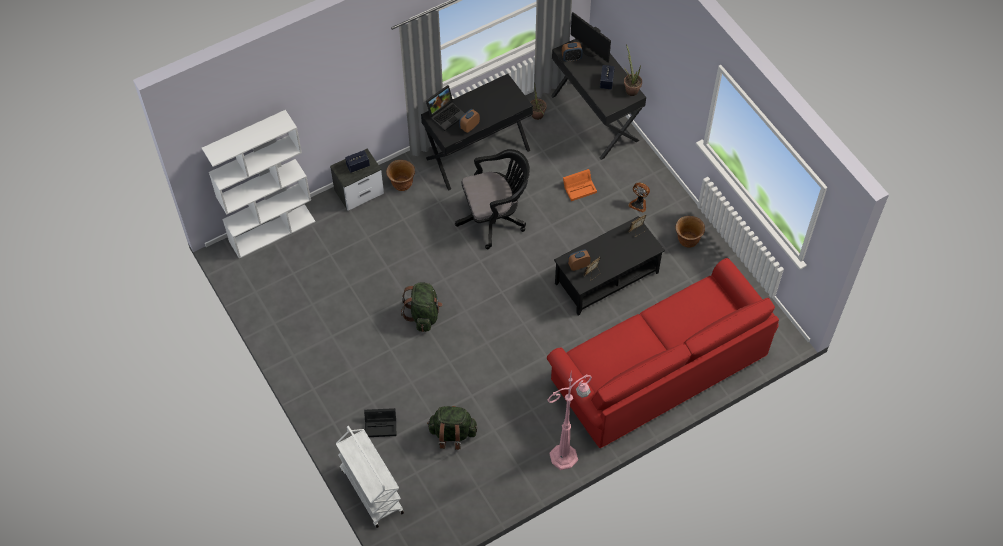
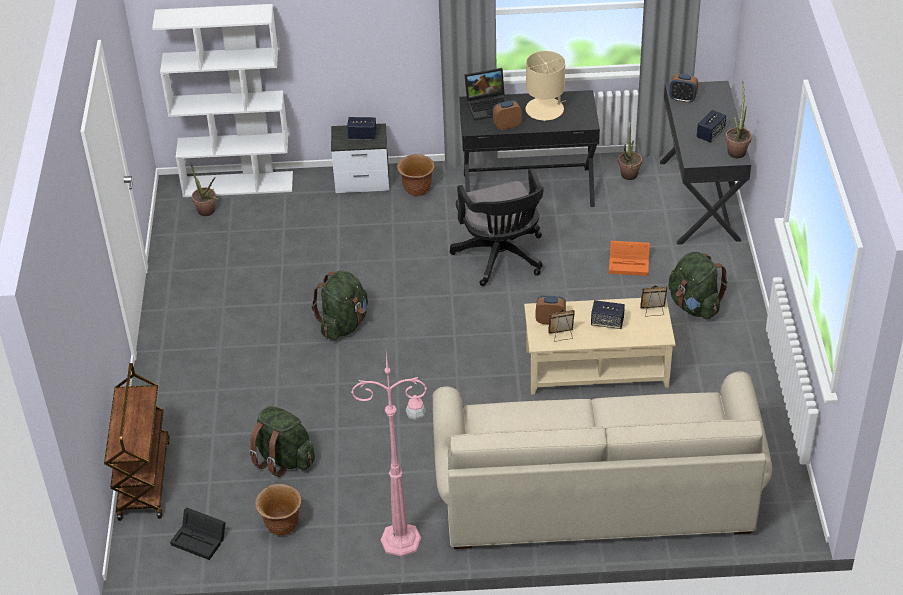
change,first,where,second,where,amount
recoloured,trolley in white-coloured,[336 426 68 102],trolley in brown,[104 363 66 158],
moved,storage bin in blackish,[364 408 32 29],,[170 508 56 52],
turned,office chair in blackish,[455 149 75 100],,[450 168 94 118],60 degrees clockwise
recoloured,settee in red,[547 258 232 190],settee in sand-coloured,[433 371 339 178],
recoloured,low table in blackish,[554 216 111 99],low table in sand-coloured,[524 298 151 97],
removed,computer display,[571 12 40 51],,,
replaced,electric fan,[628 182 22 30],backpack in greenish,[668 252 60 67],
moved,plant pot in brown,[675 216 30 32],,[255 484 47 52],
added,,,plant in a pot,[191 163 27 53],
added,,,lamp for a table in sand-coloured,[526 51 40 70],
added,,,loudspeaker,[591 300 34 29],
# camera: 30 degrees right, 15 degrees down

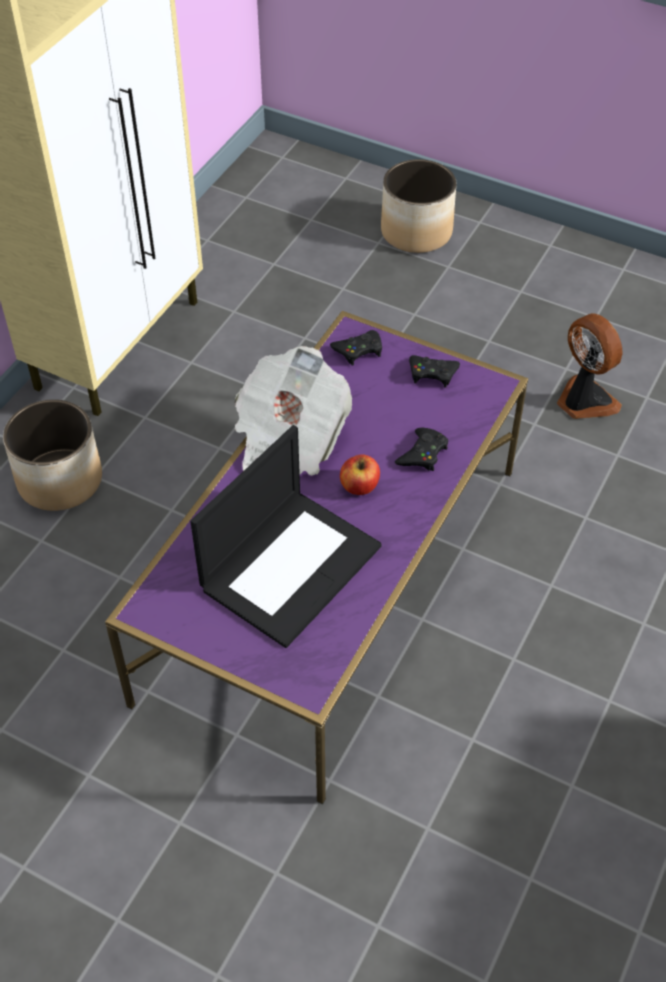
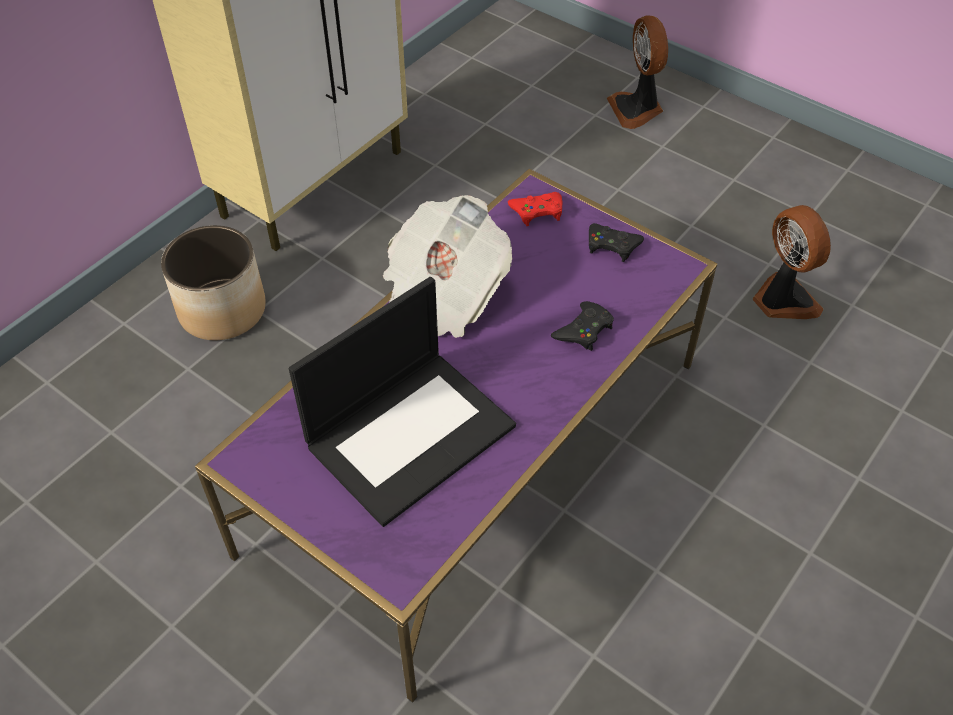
change,first,where,second,where,amount
recoloured,gamepad in blackish,[330 330 52 36],gamepad in red,[508 192 54 34],
removed,apple,[340 454 40 41],,,
replaced,plant pot,[381 159 76 94],electric fan,[607 16 61 113],
# camera: 10 degrees right, 0 degrees up

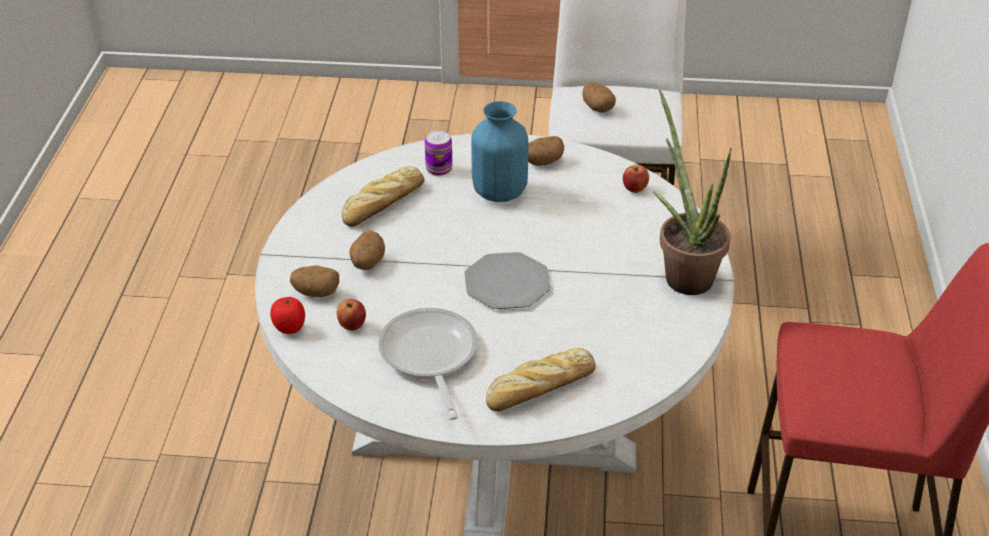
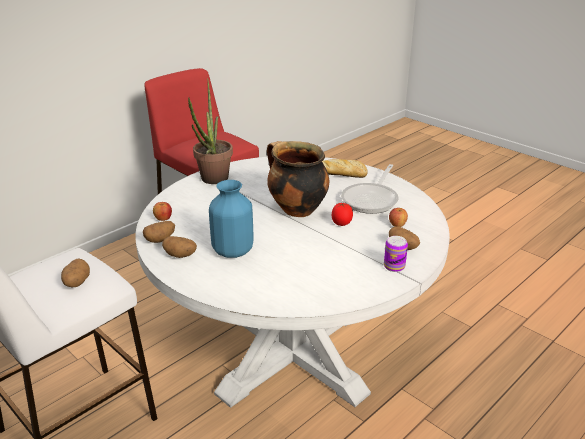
change,first,where,second,where,amount
moved,whole tomato,[270 297 35 37],,[332 203 21 23],
removed,bread,[342 166 83 61],,,
moved,potato,[349 231 36 39],,[143 221 32 22],
moved,can,[425 131 28 45],,[384 236 24 36],
replaced,plate,[464 252 87 57],cooking pot,[267 141 62 76],
# camera: 140 degrees left, 10 degrees down

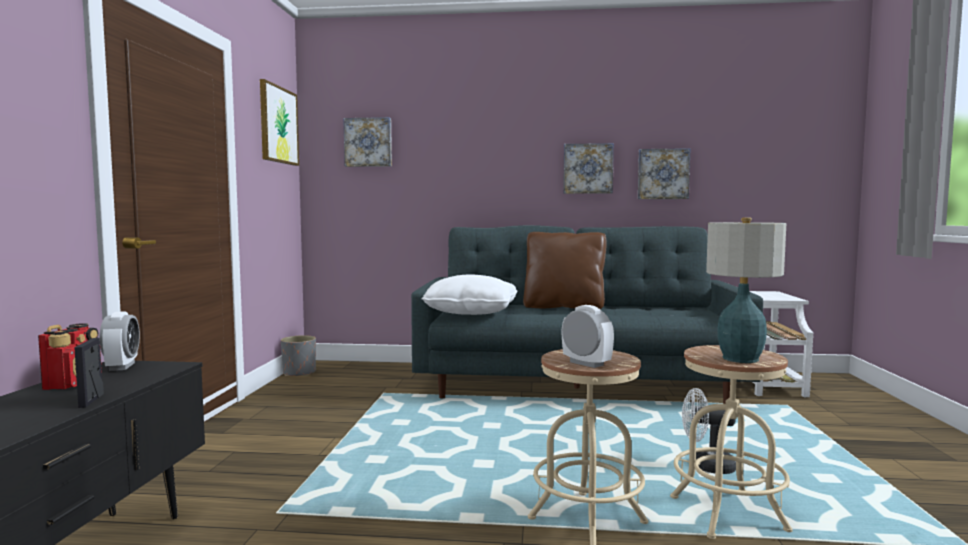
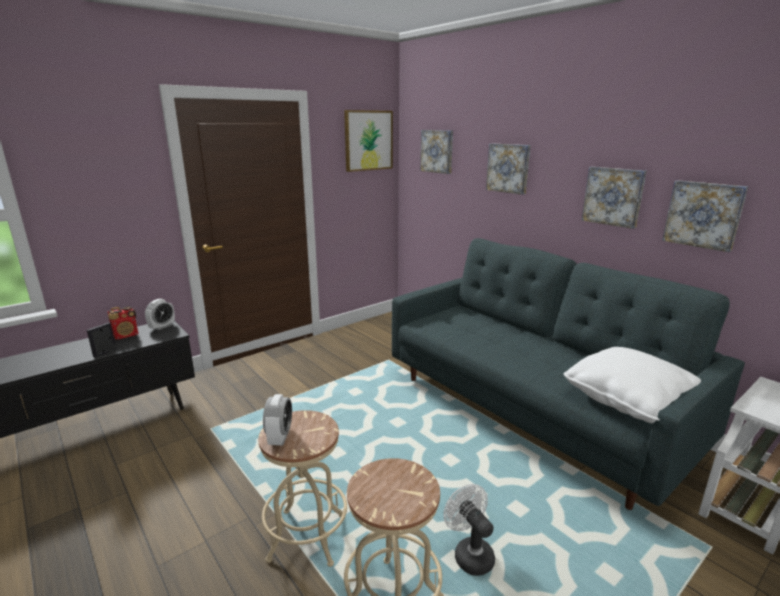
change,first,where,second,where,amount
removed,plant pot in grey,[281 335 35 41],,,
moved,cushion in white-coloured,[421 274 97 41],,[564 347 137 77],
removed,cushion in brown,[523 232 83 77],,,
removed,lamp for a table,[706 218 80 145],,,
added,,,picture,[486 143 45 52],
# camera: 45 degrees right, 15 degrees up

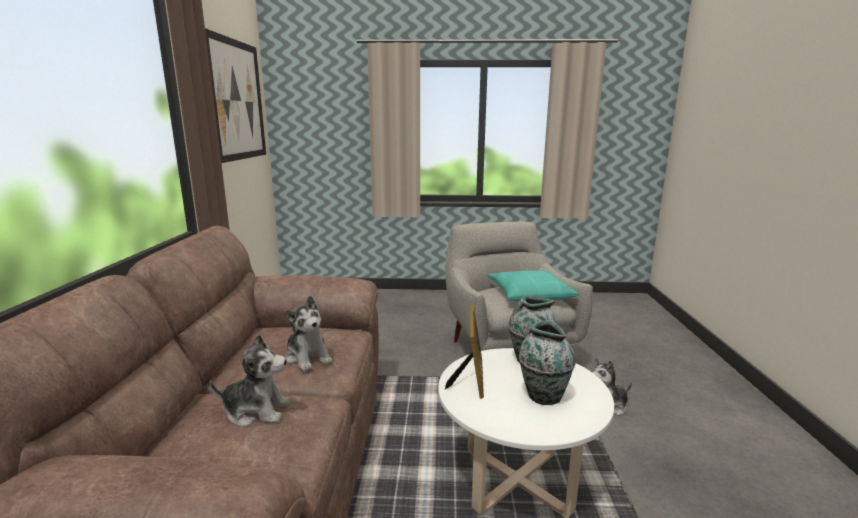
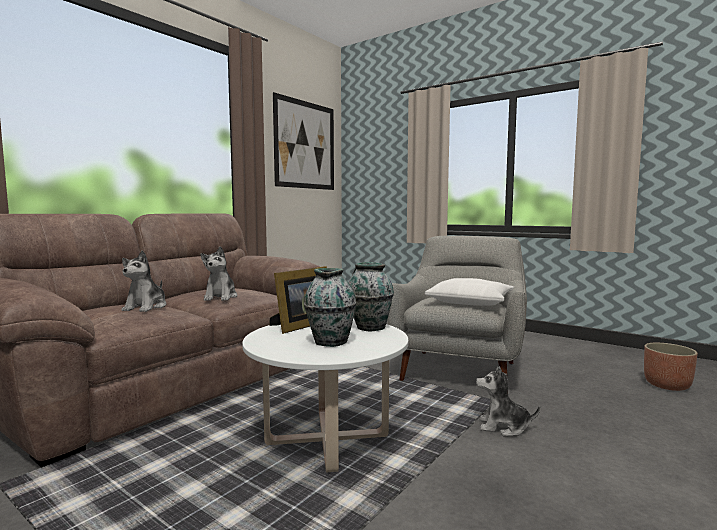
change,first,where,second,where,amount
turned,soft toy,[210 334 81 93],,[121 250 45 62],60 degrees clockwise
recoloured,cushion in blue-green,[488 270 91 32],cushion in white-coloured,[425 278 89 28],
added,,,plant pot,[644 343 54 48],
# camera: 35 degrees right, 10 degrees down

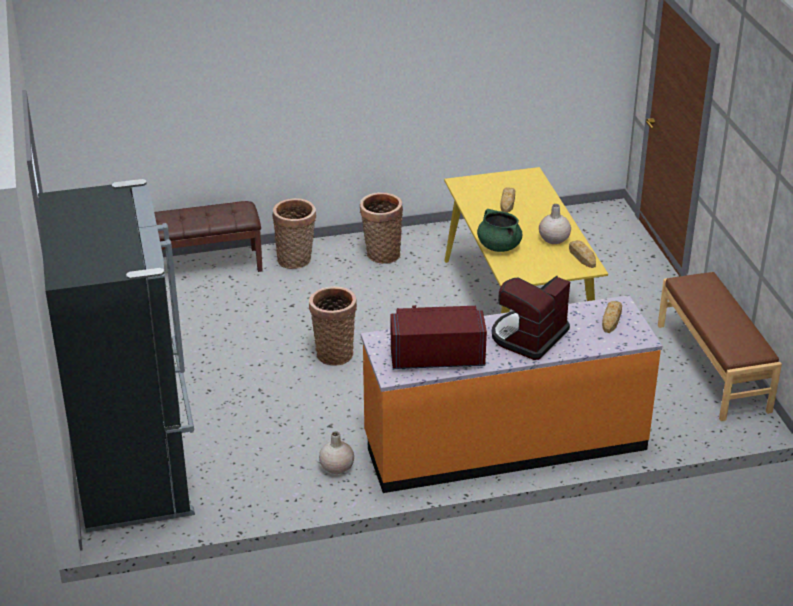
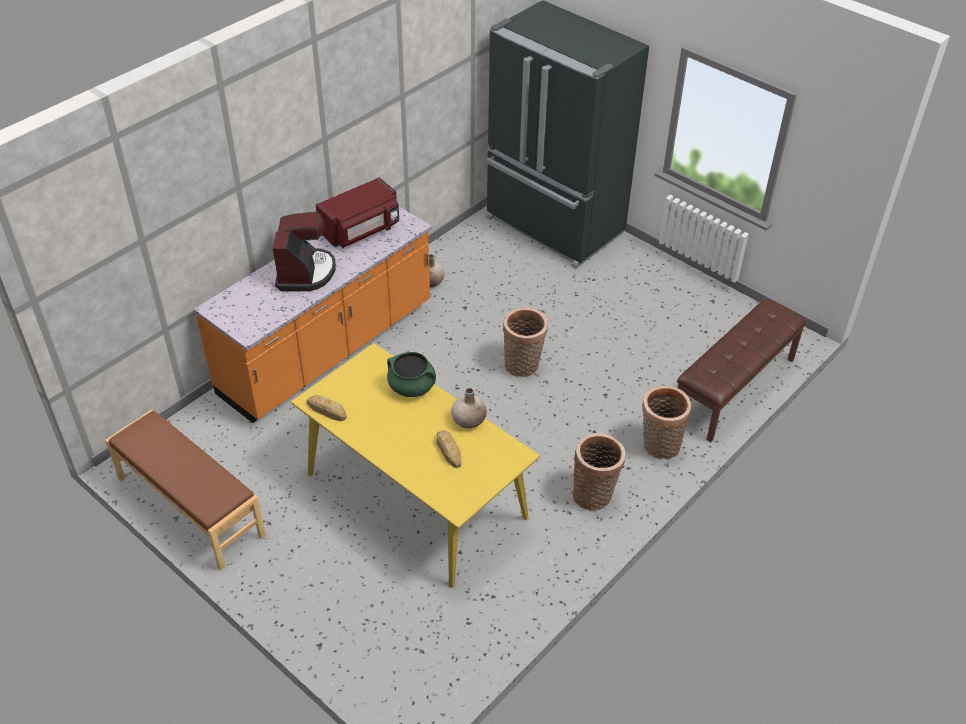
change,first,where,second,where,amount
moved,decorative vase in sand-coloured,[539 204 32 40],,[451 388 36 40],
removed,bread,[602 301 20 32],,,
# camera: 145 degrees right, 10 degrees up

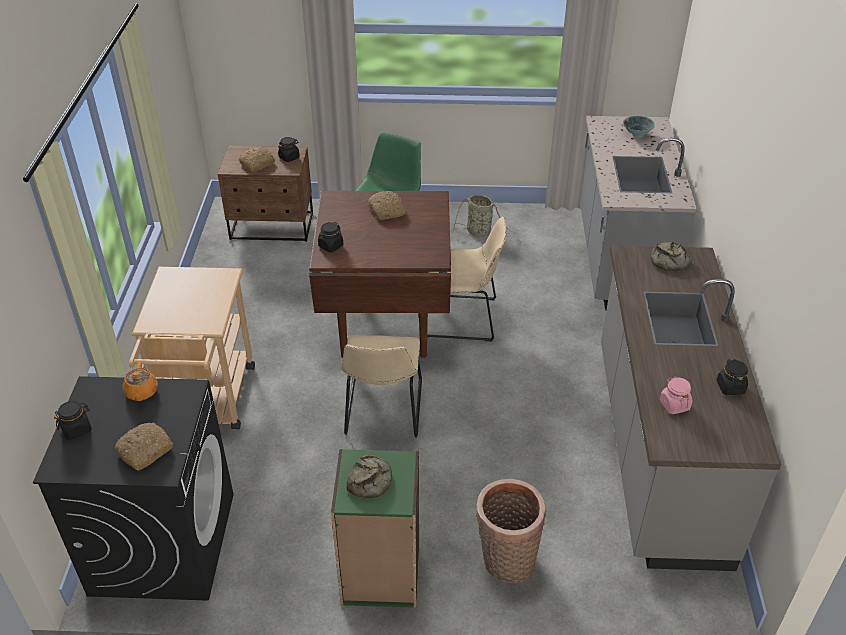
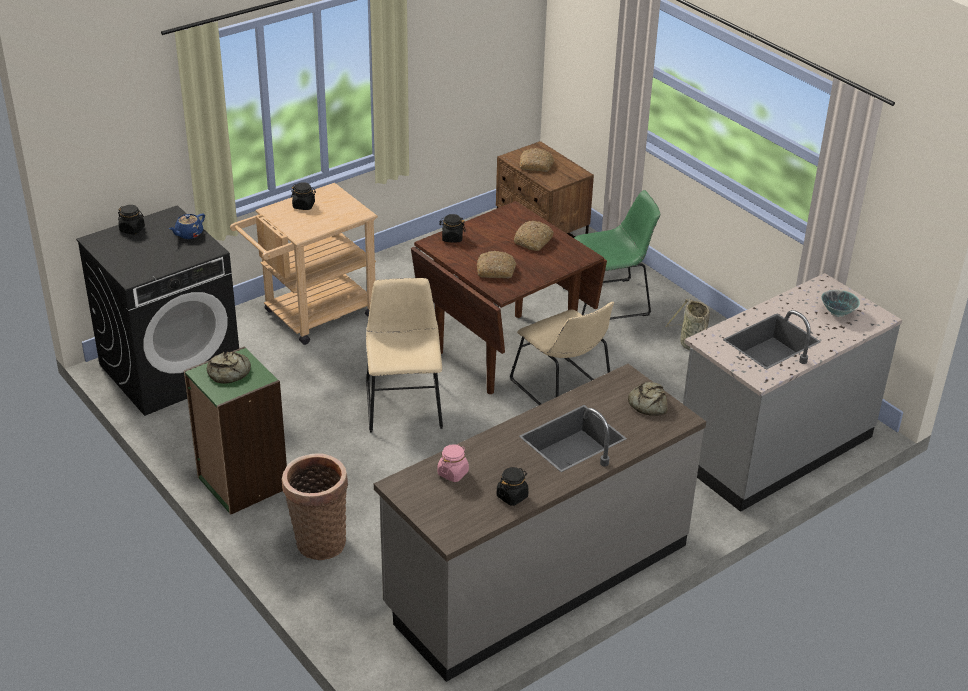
change,first,where,second,where,amount
moved,bread,[115 422 58 49],,[477 251 39 28],
recoloured,tea pot in orangey,[122 362 36 39],tea pot in blue-coloured,[169 214 36 25],
moved,preserve jar in blackish,[278 137 22 25],,[291 182 25 28],
turned,chair in sand-coloured,[341 335 81 102],,[366 278 77 154],120 degrees clockwise
# camera: 50 degrees right, 5 degrees down

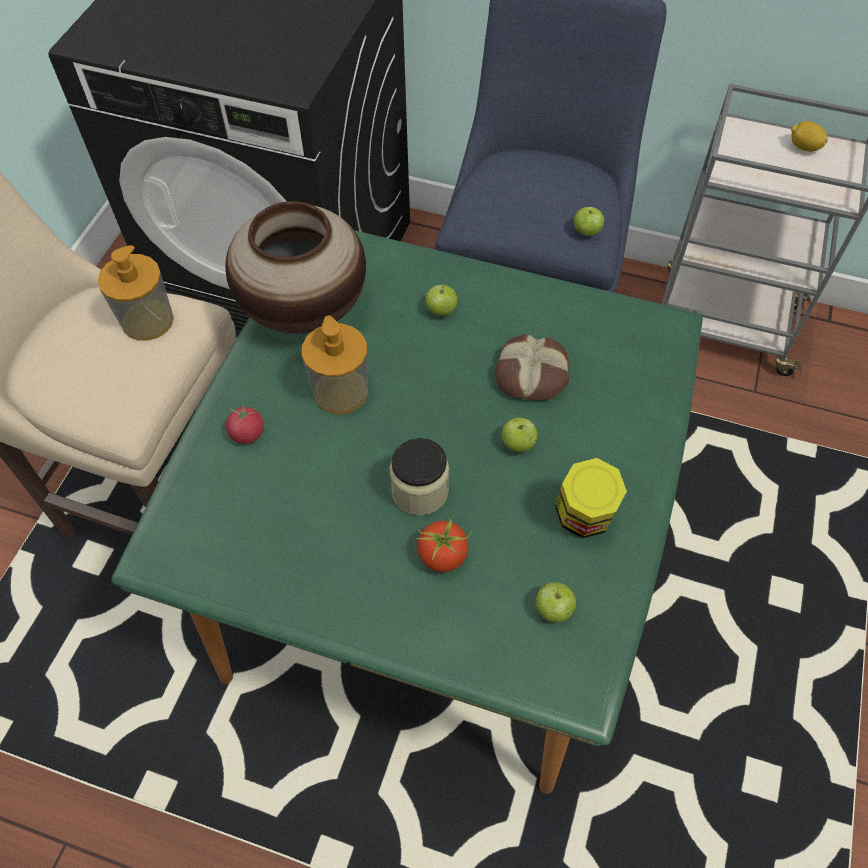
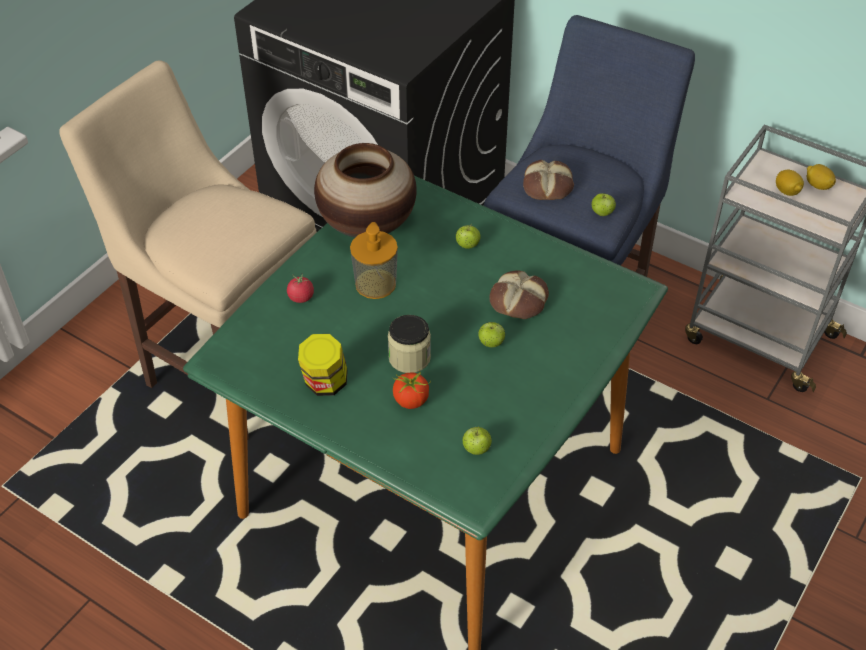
change,first,where,second,where,amount
removed,liquid soap bottle,[97 245 77 96],,,
moved,preserve jar,[555 458 72 80],,[298 334 50 62],
added,,,bread,[523 160 51 40],
added,,,lemon,[776 170 28 26],
# camera: 15 degrees right, 10 degrees down

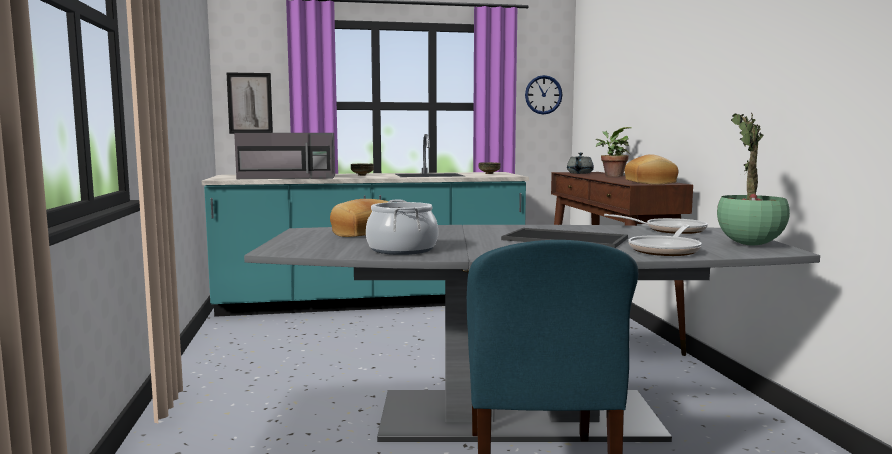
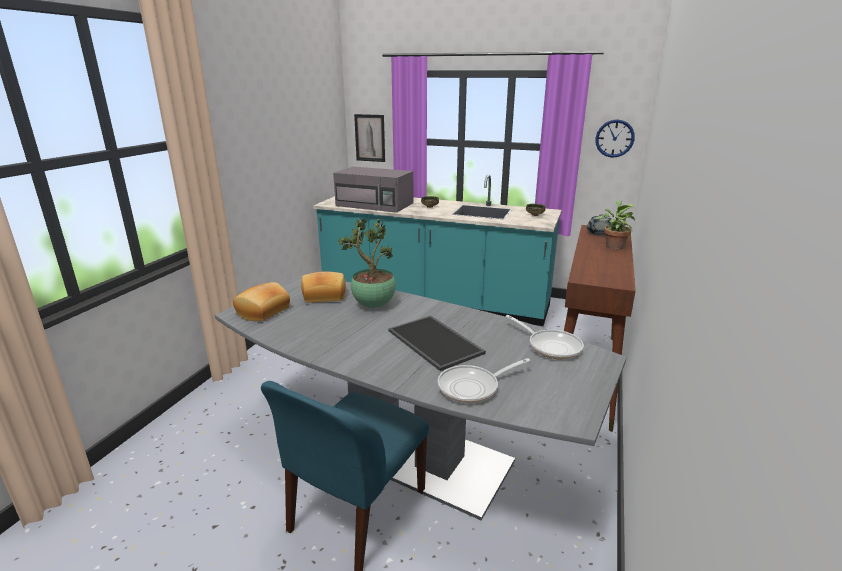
change,first,where,second,where,amount
removed,cooking pot,[366 200 72 55],,,
moved,bread,[625 154 53 31],,[233 282 57 39],
moved,plant in a pot,[717 112 73 134],,[338 219 57 89],
# camera: 30 degrees right, 15 degrees up

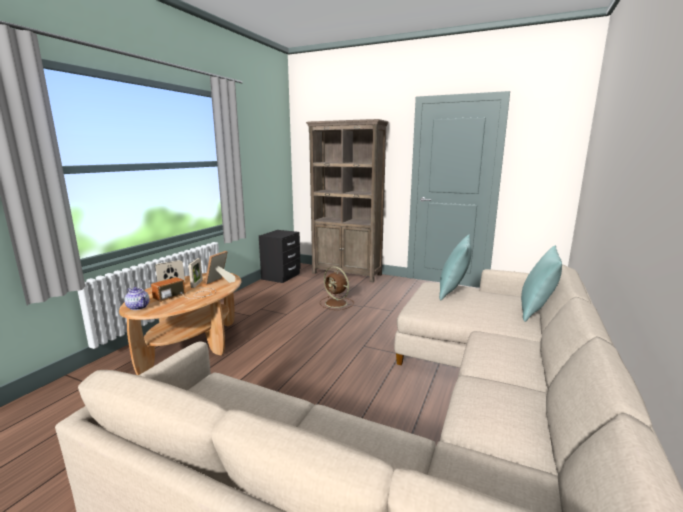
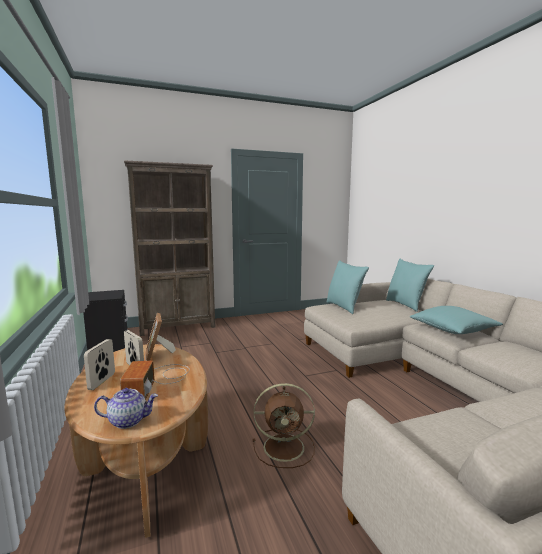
change,first,where,second,where,amount
moved,electric fan in brown,[320 267 34 43],,[253 383 62 85],
added,,,cushion in blue-green,[410 306 93 28],
# camera: 45 degrees left, 5 degrees down

